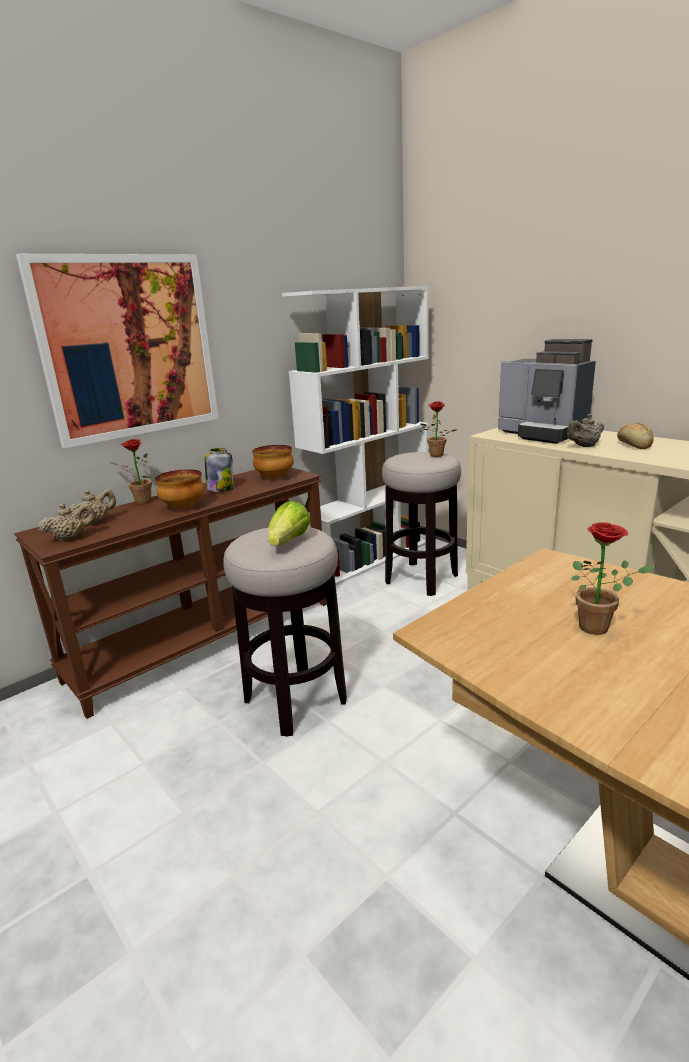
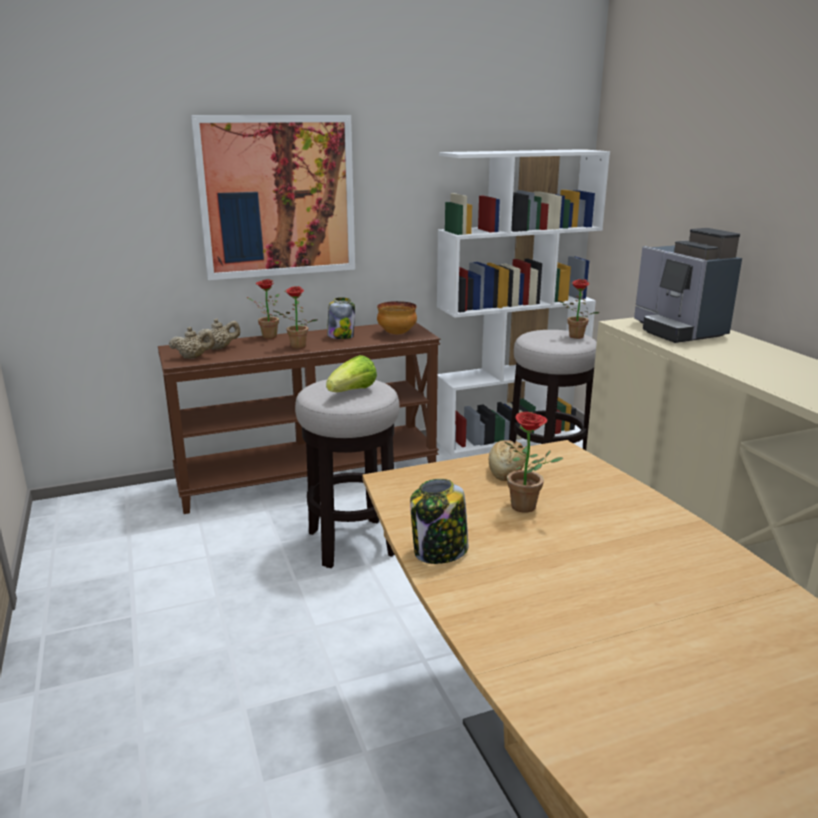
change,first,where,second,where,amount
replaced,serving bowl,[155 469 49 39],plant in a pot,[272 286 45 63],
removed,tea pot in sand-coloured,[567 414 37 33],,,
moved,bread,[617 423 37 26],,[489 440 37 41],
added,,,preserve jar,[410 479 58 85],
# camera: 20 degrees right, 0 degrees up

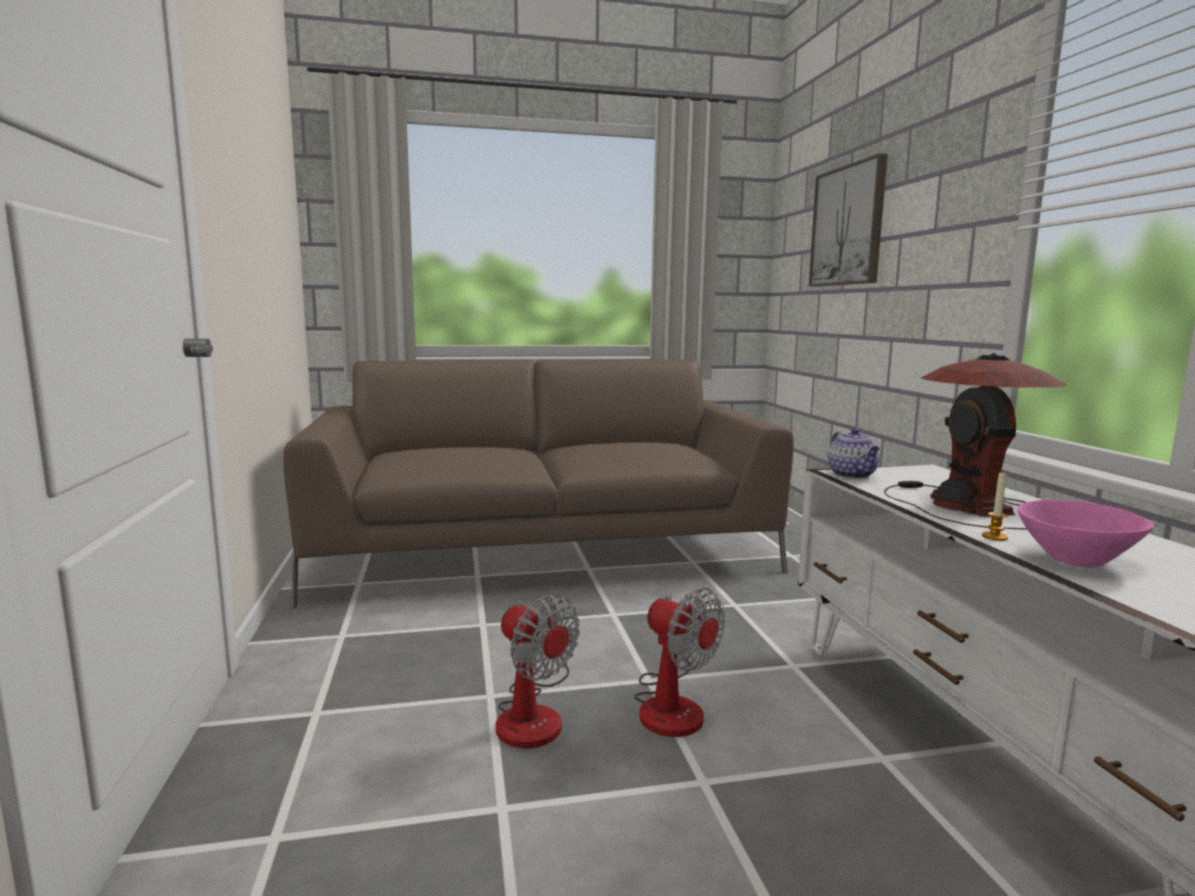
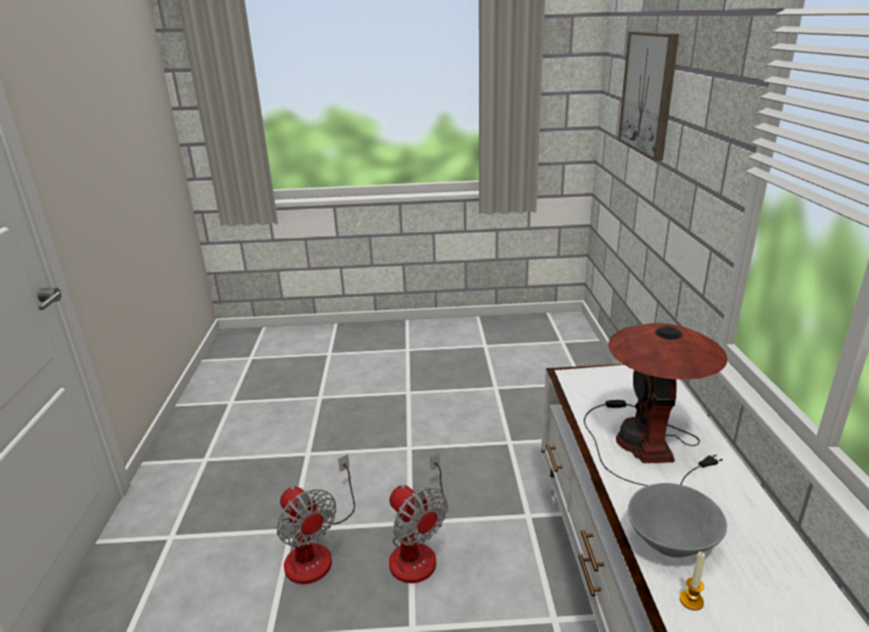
change,first,where,second,where,amount
removed,settee in brown,[283 359 511 249],,,
removed,tea pot,[827 428 53 51],,,
moved,wax candle,[982 472 26 69],,[680 552 25 59],
recoloured,serving bowl in pinkish,[1018 500 136 68],serving bowl in grey,[628 483 99 75],
# camera: 10 degrees right, 15 degrees up

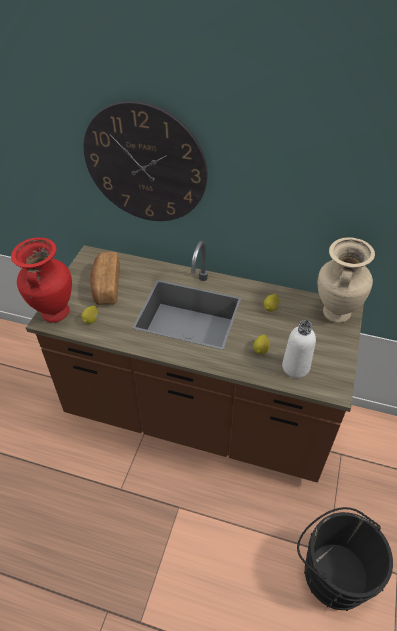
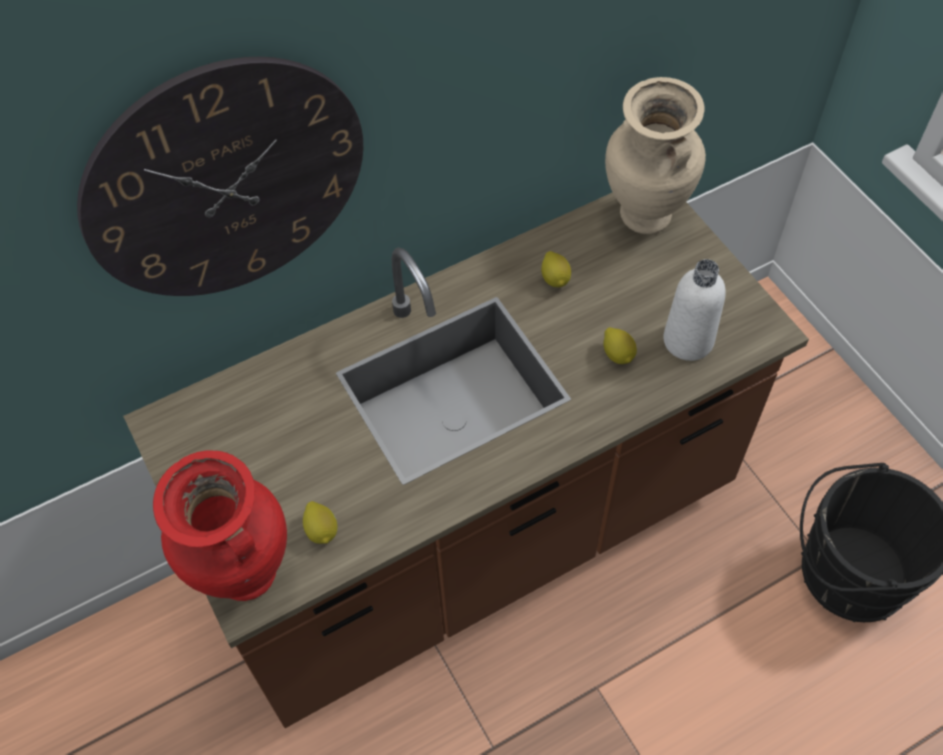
change,first,where,second,where,amount
removed,bread,[90 252 30 53],,,
# camera: 45 degrees left, 10 degrees up

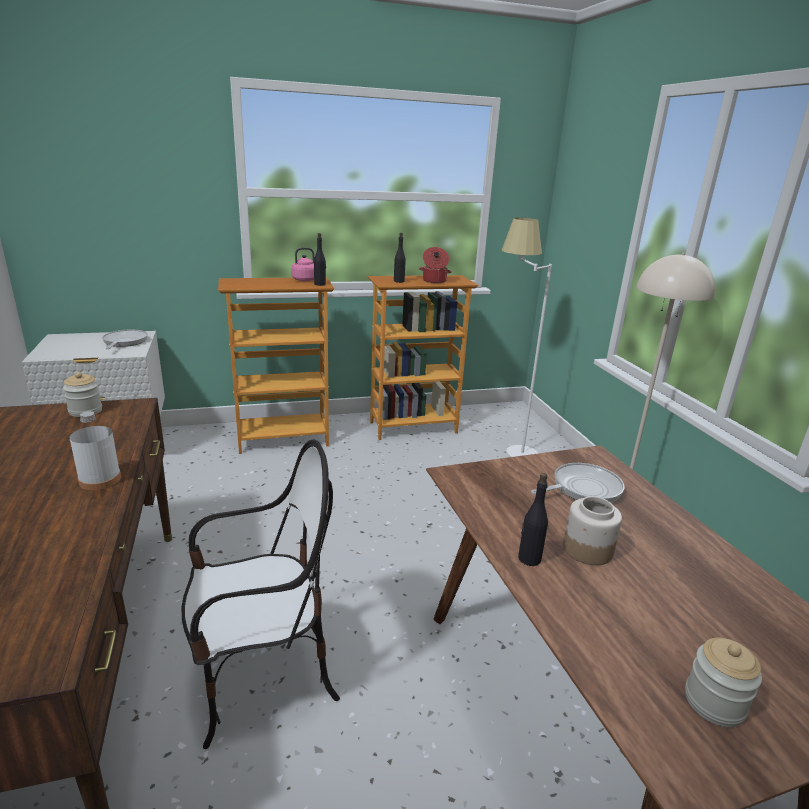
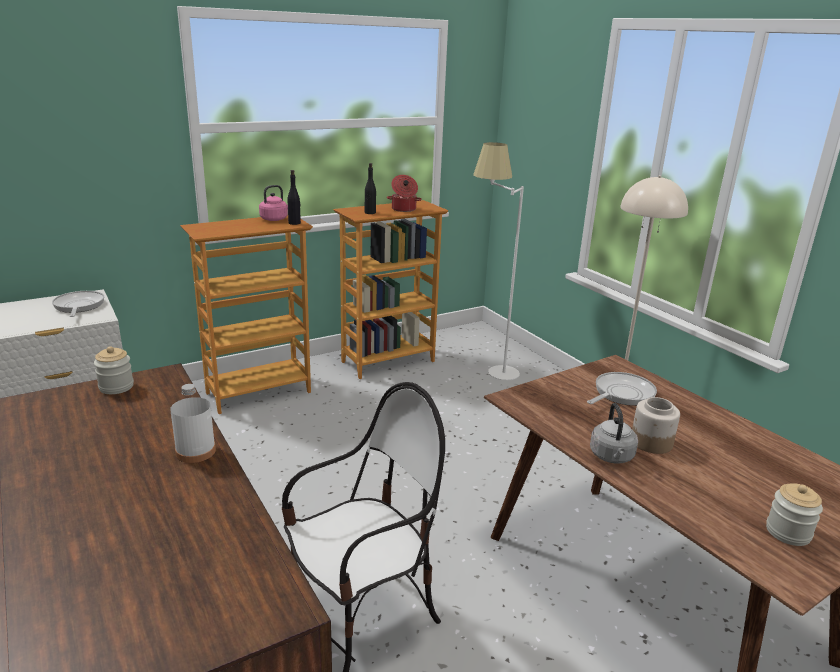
change,first,where,second,where,amount
replaced,drink bottle in blackish,[518 473 30 93],kettle in grey,[590 403 48 61],
# camera: 15 degrees left, 0 degrees up

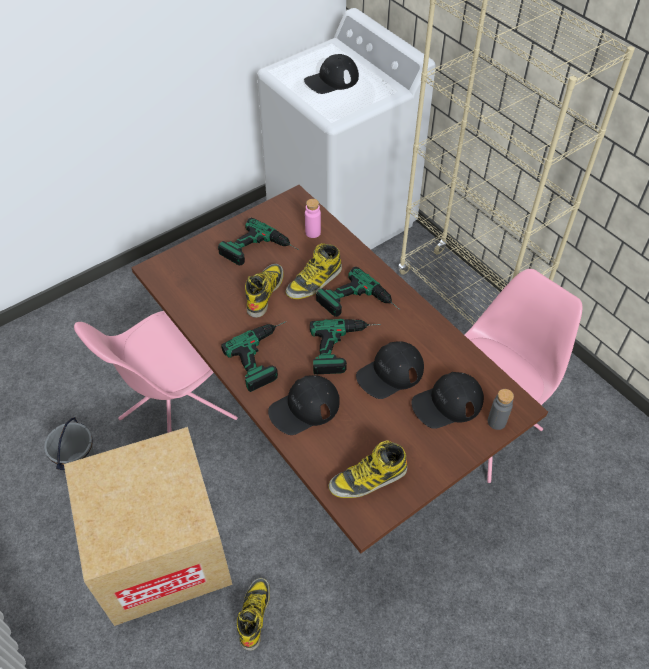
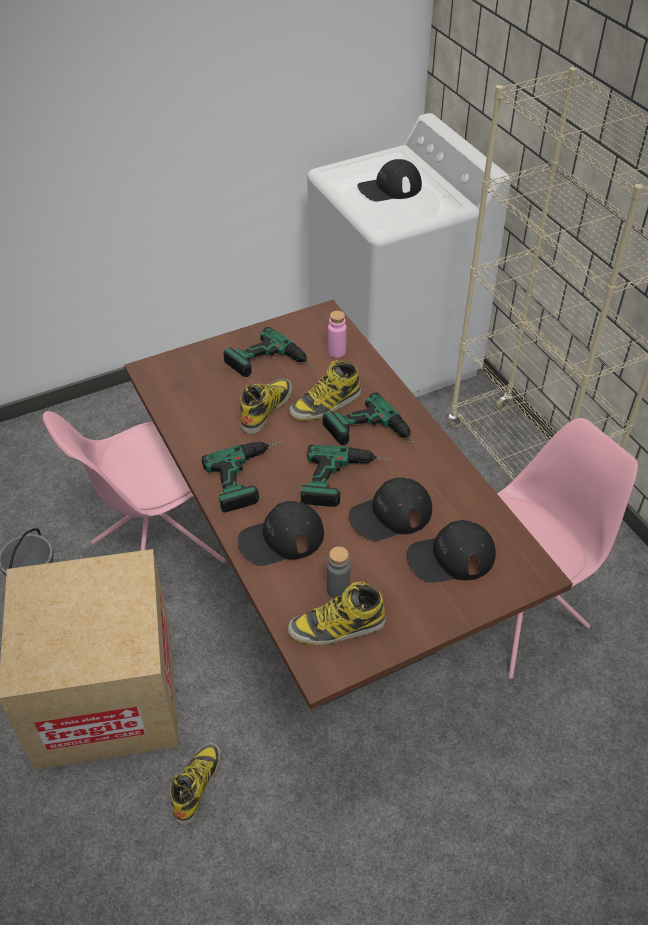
change,first,where,second,where,amount
moved,drink bottle in grey,[488 389 26 41],,[327 546 24 53],
# camera: 10 degrees right, 5 degrees down

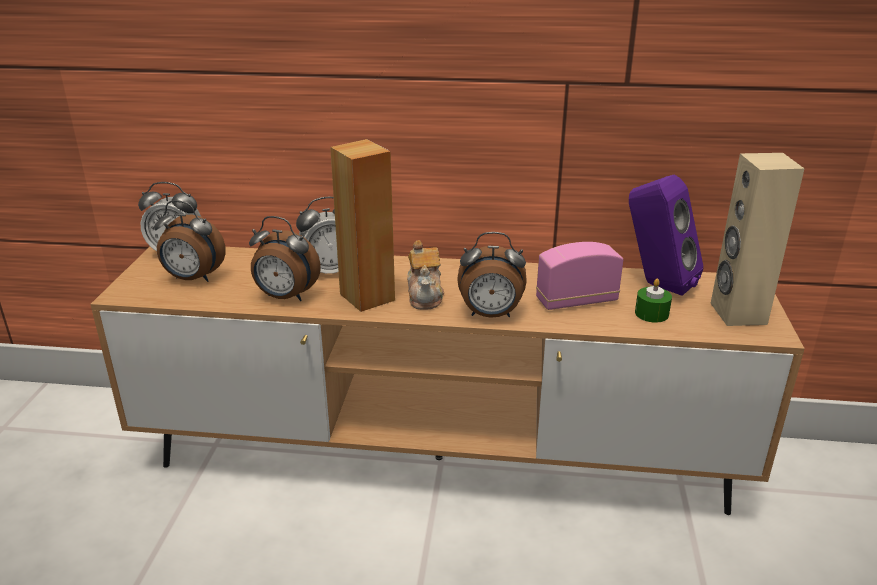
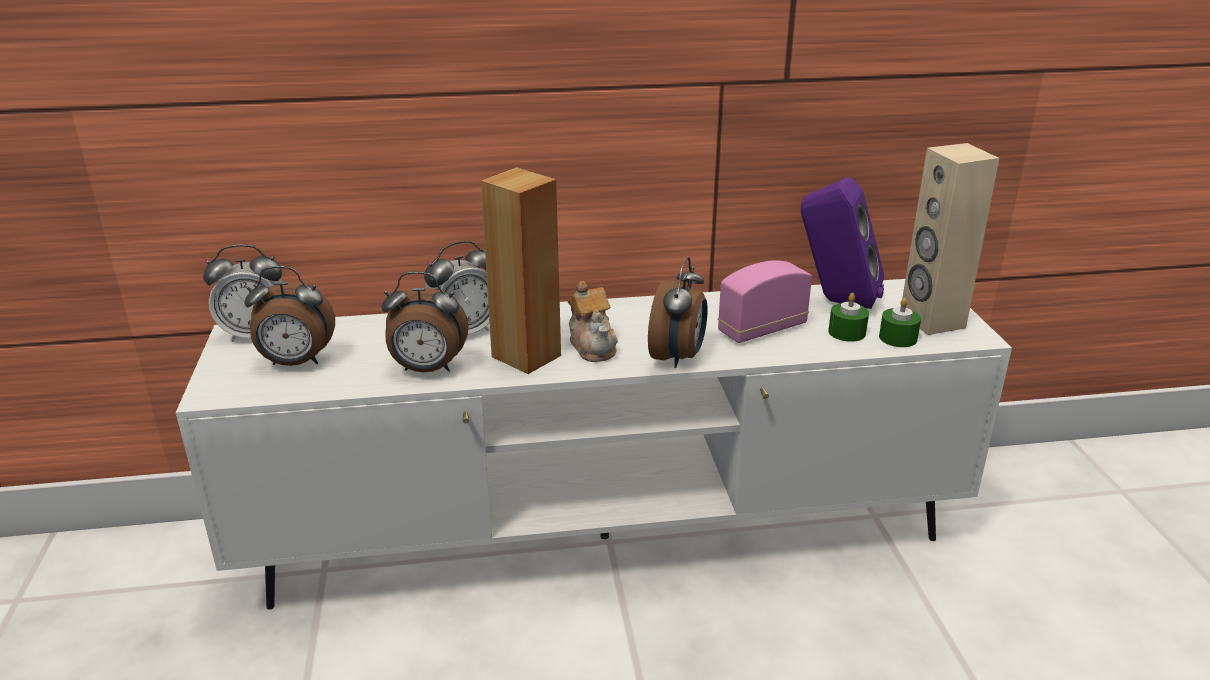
change,first,where,second,where,amount
recoloured,media console in brown,[90 247 715 268],media console in white-coloured,[176 279 836 331],
turned,table clock,[457 232 70 85],,[648 257 60 111],60 degrees counterclockwise
added,,,wax candle in greenish,[879 298 42 49],
# camera: 15 degrees left, 0 degrees up

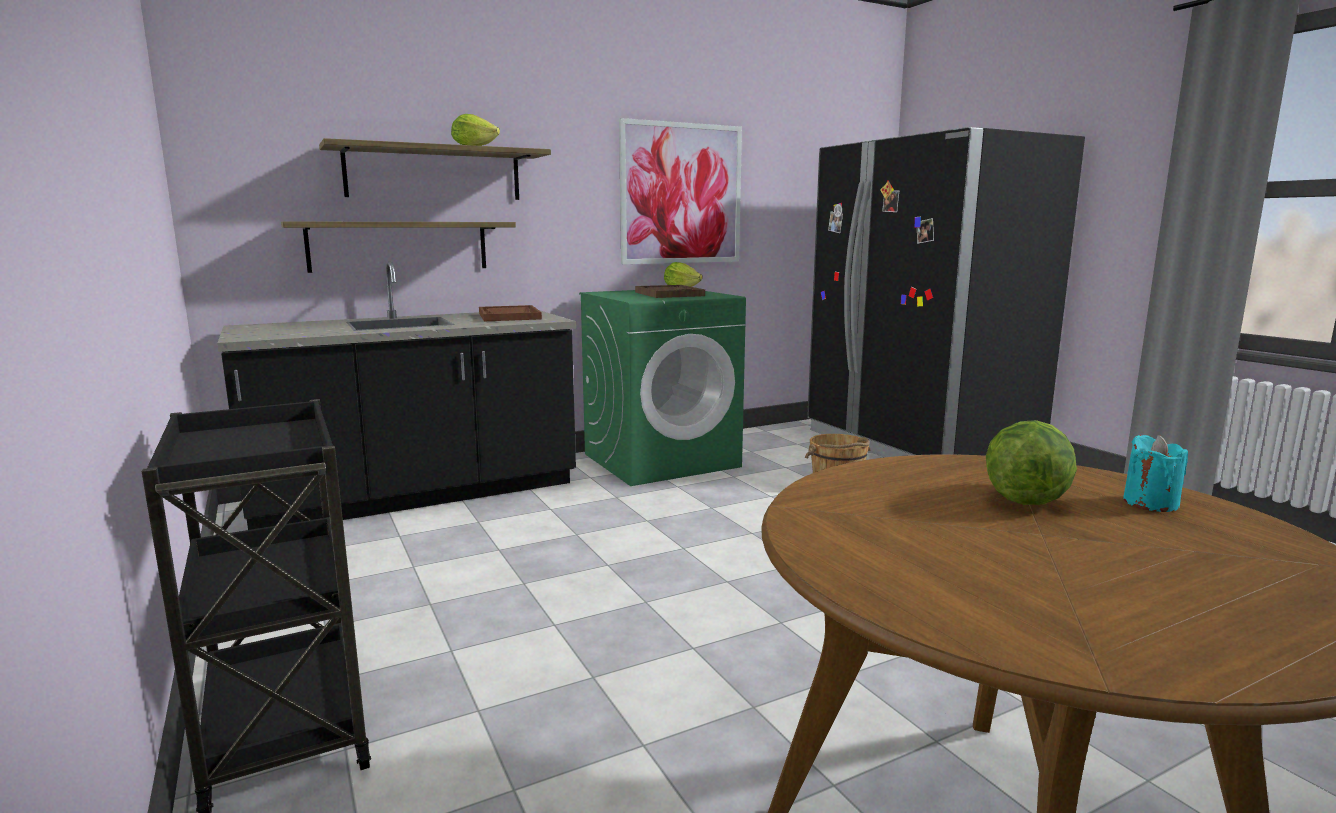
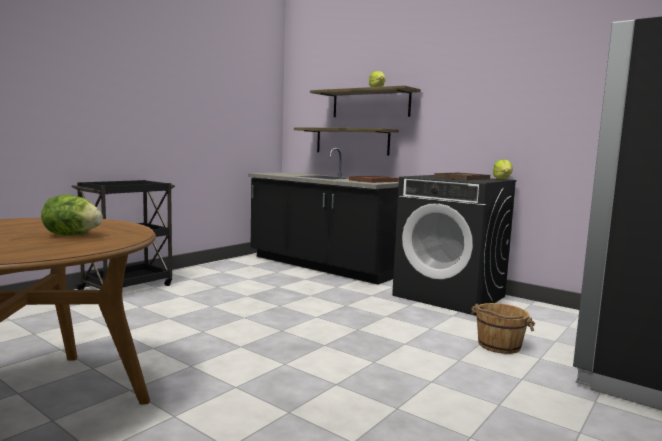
change,first,where,second,where,amount
recoloured,laundry appliance in greenish,[579 290 167 196],laundry appliance in blackish,[392 175 125 141],
removed,picture,[619 118 123 146],,,
removed,wax candle in blue-green,[1123 435 65 77],,,
# camera: 65 degrees right, 5 degrees down

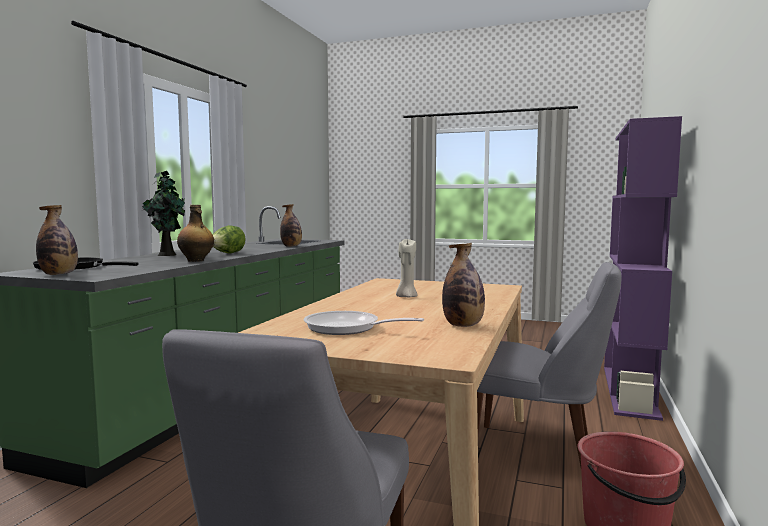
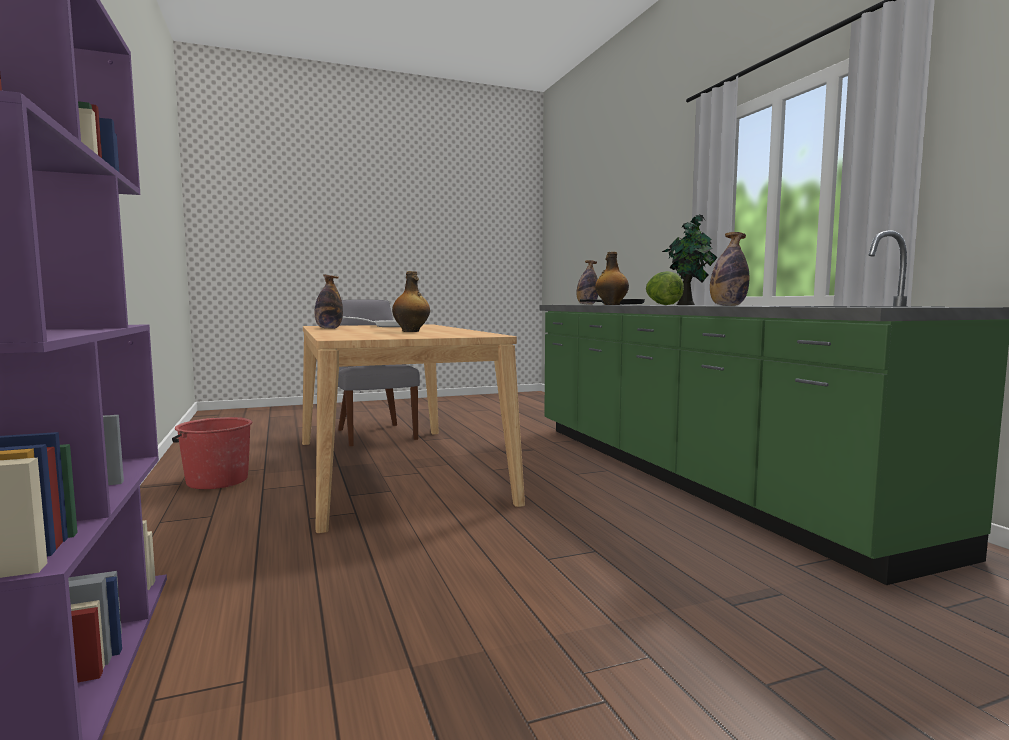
change,first,where,second,where,amount
replaced,wax candle in sand-coloured,[396 238 22 60],drink bottle,[392 271 38 61],
removed,chair in grey,[477 262 144 204],,,
# camera: 140 degrees right, 0 degrees up

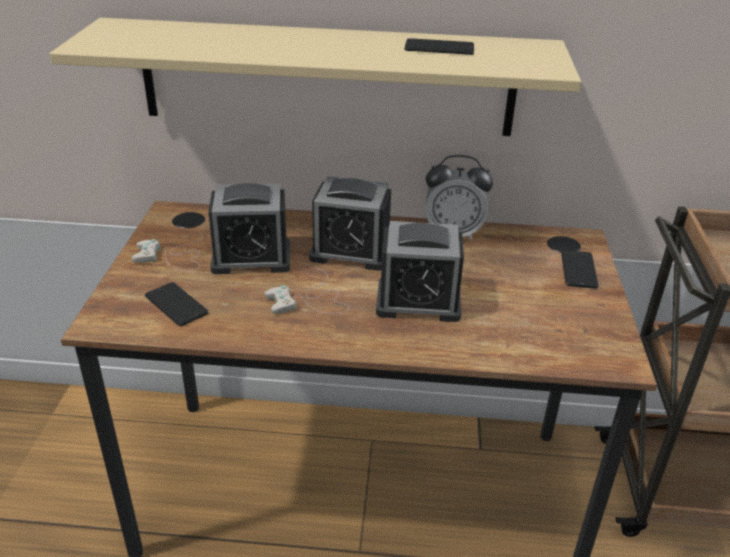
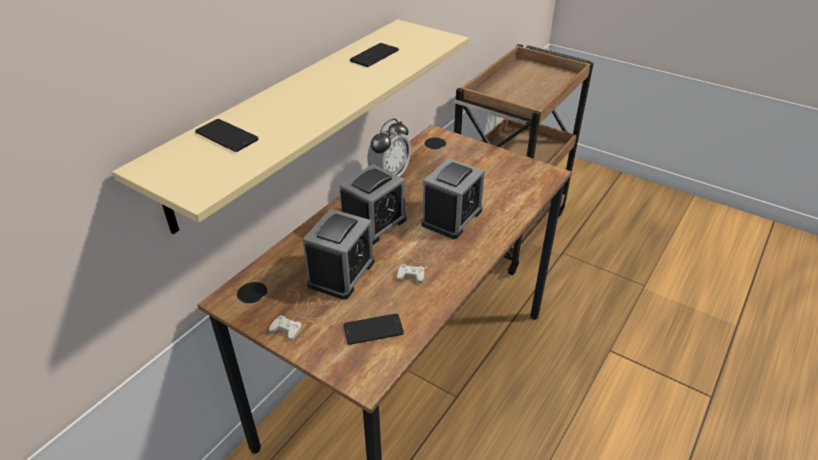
change,first,where,second,where,amount
moved,handset,[561 250 38 39],,[195 119 63 33],
# camera: 60 degrees left, 5 degrees up

